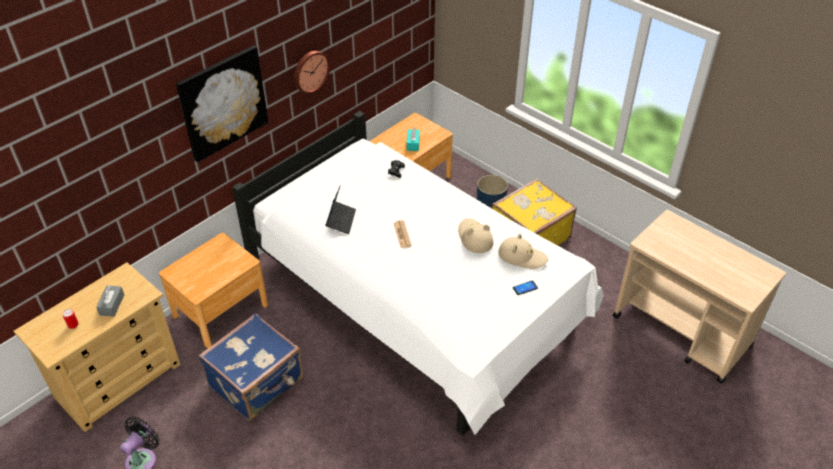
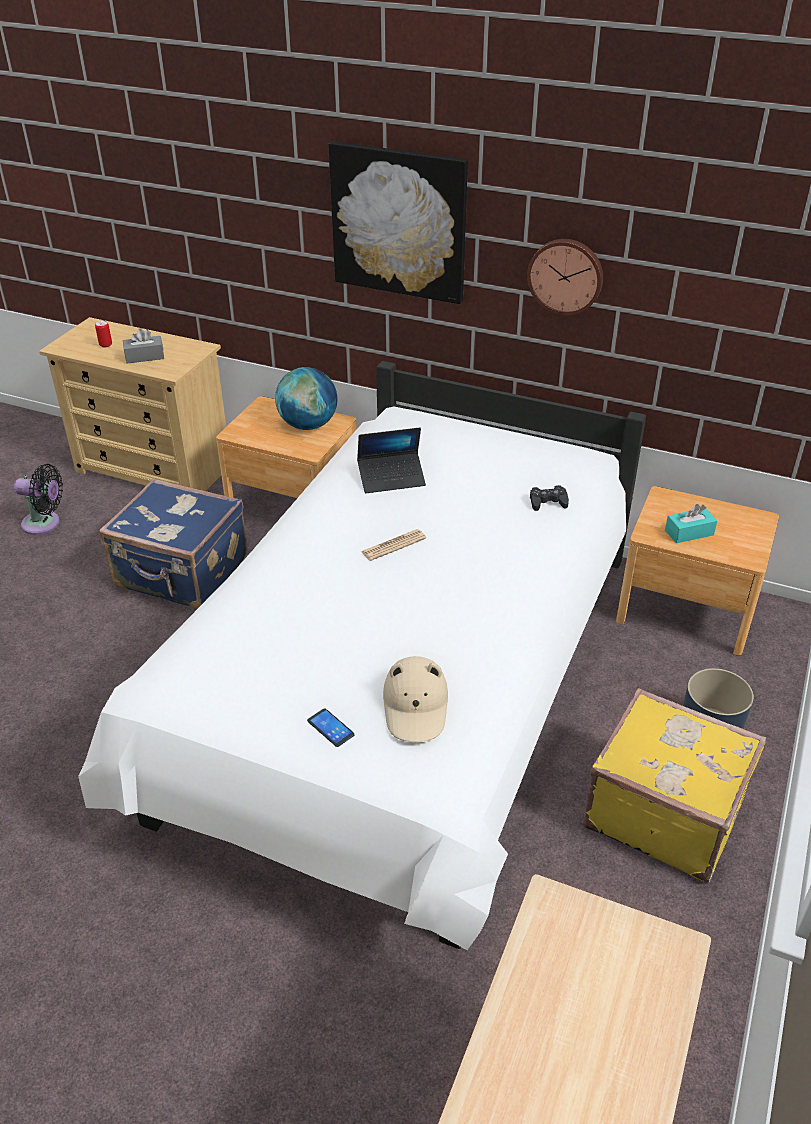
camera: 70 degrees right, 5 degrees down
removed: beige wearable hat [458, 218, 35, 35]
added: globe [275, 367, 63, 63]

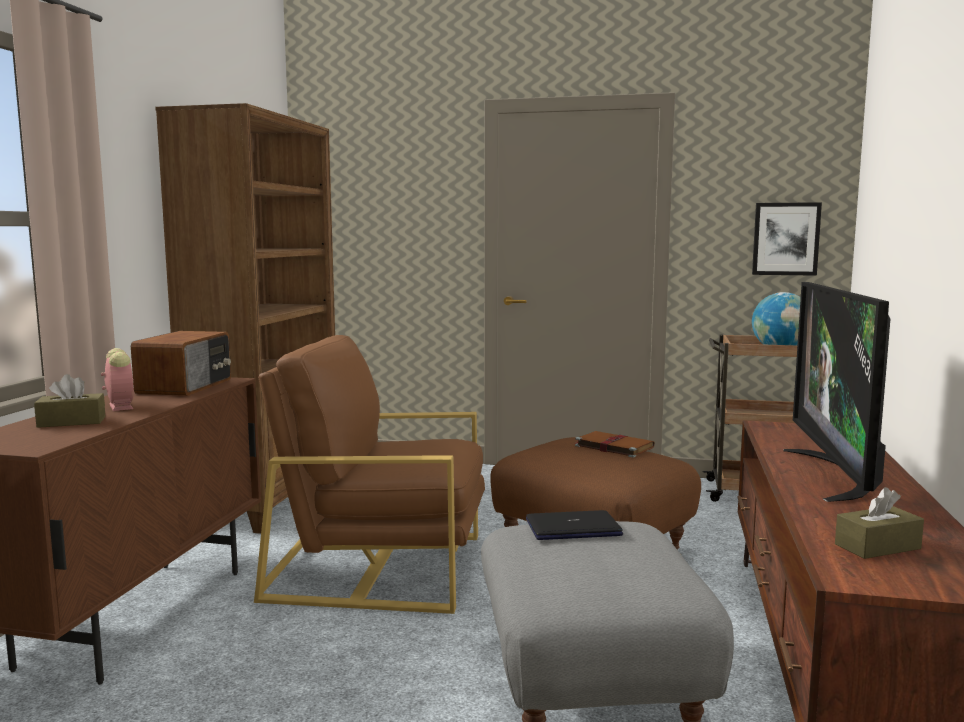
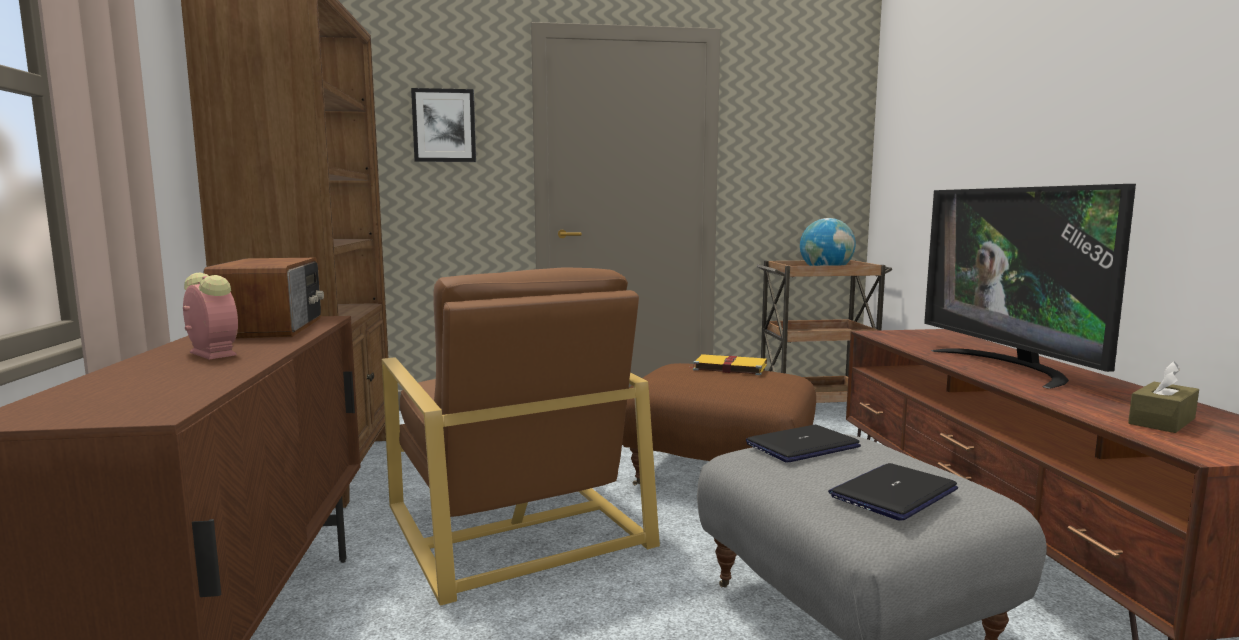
camera: 20 degrees left, 0 degrees up
removed: brown tissue box [34, 374, 72, 54]
added: laptop [828, 463, 130, 58]
moved: picture [752, 202, 70, 74] to [411, 88, 65, 74]
recoloured: brown volume [575, 431, 80, 27] to yellowish volume [691, 354, 76, 21]
turned: brown armchair [254, 335, 231, 279] = [382, 267, 278, 339] 105 degrees counterclockwise

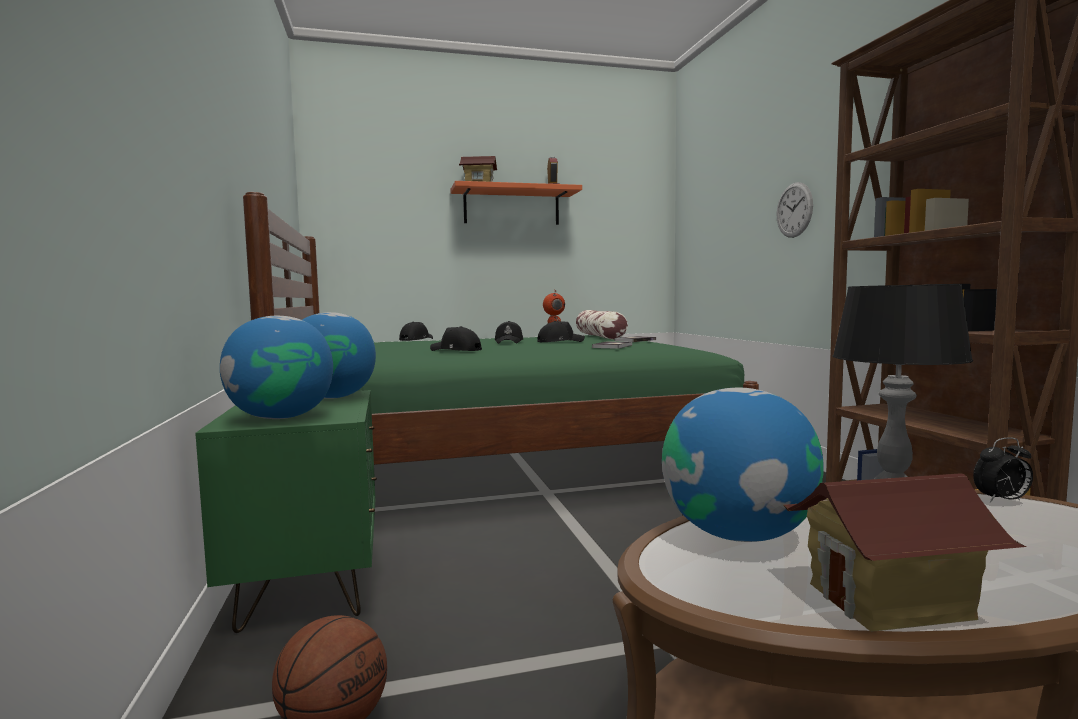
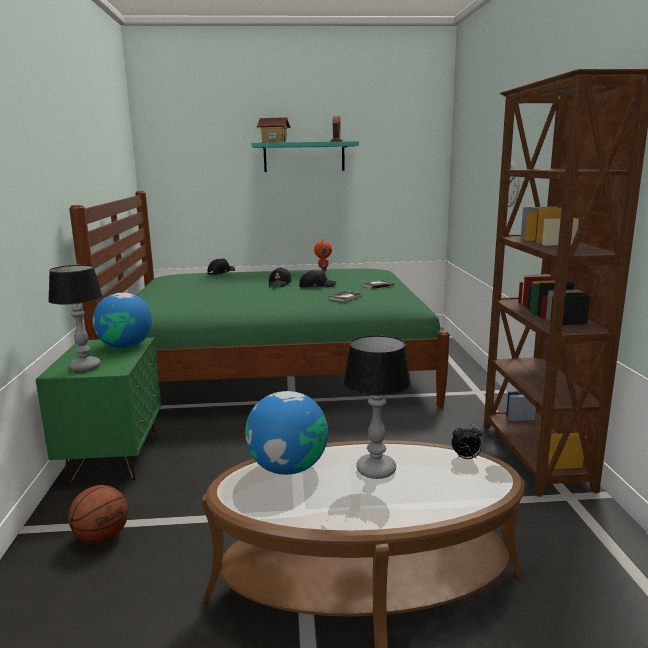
camera: 10 degrees right, 10 degrees up
removed: black-coloured cap [430, 326, 52, 25]; throw pillow [576, 310, 52, 30]; toy house [784, 474, 243, 158]
replaced: globe [220, 316, 113, 103] to tabletop lamp [48, 265, 55, 107]
recoloured: orange bracket shelf [451, 181, 131, 44] to turquoise bracket shelf [252, 141, 107, 31]

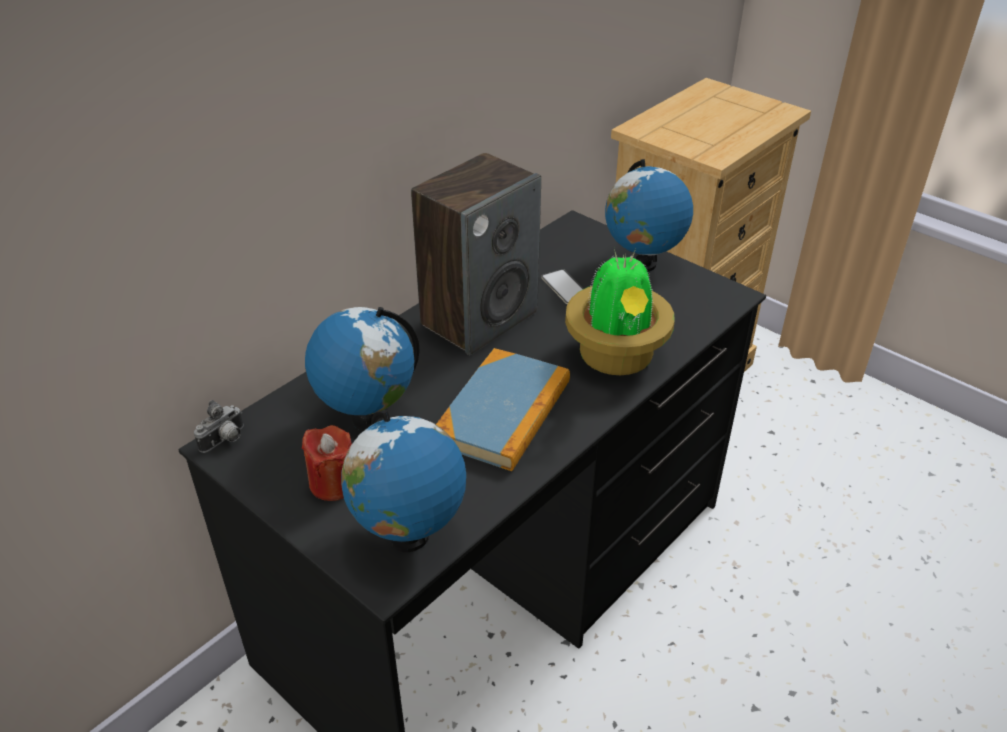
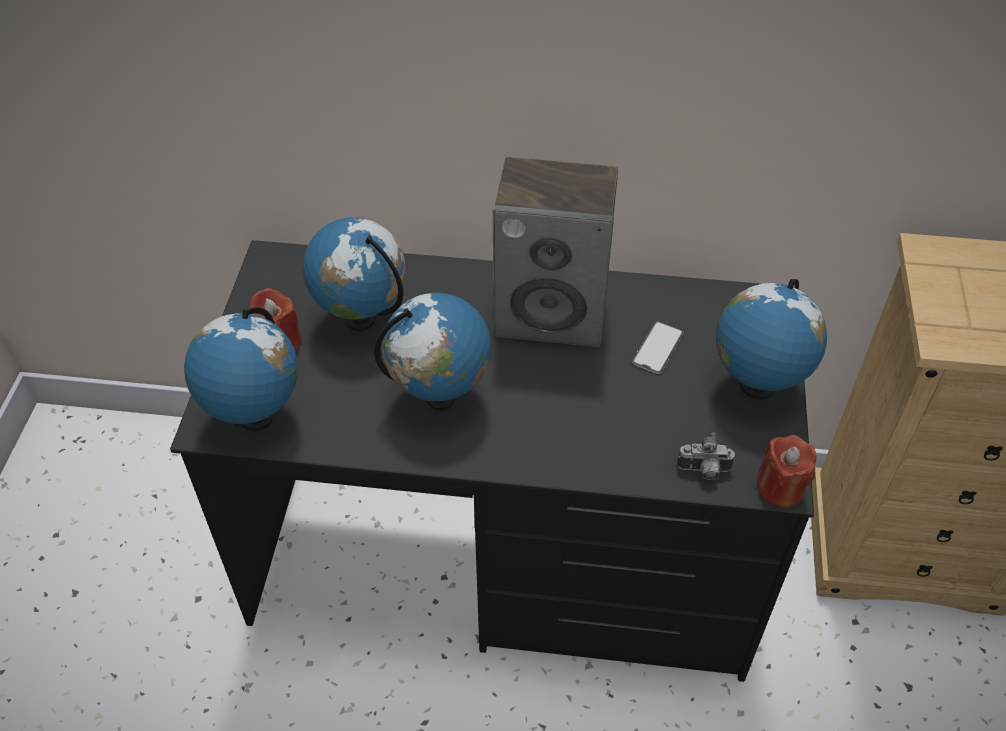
camera: 55 degrees right, 10 degrees up
removed: potted plant [565, 249, 110, 126]
added: red-coloured candle [756, 435, 60, 72]
moved: photo camera [194, 400, 50, 53] to [677, 433, 58, 47]
replaced: volume [436, 348, 134, 123] to globe [374, 293, 117, 118]

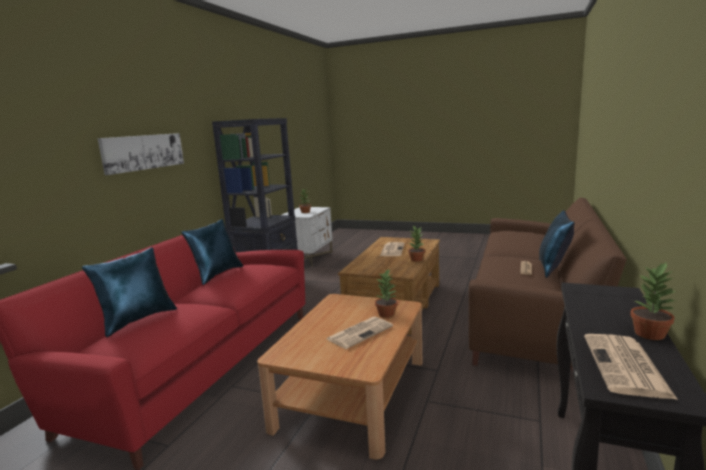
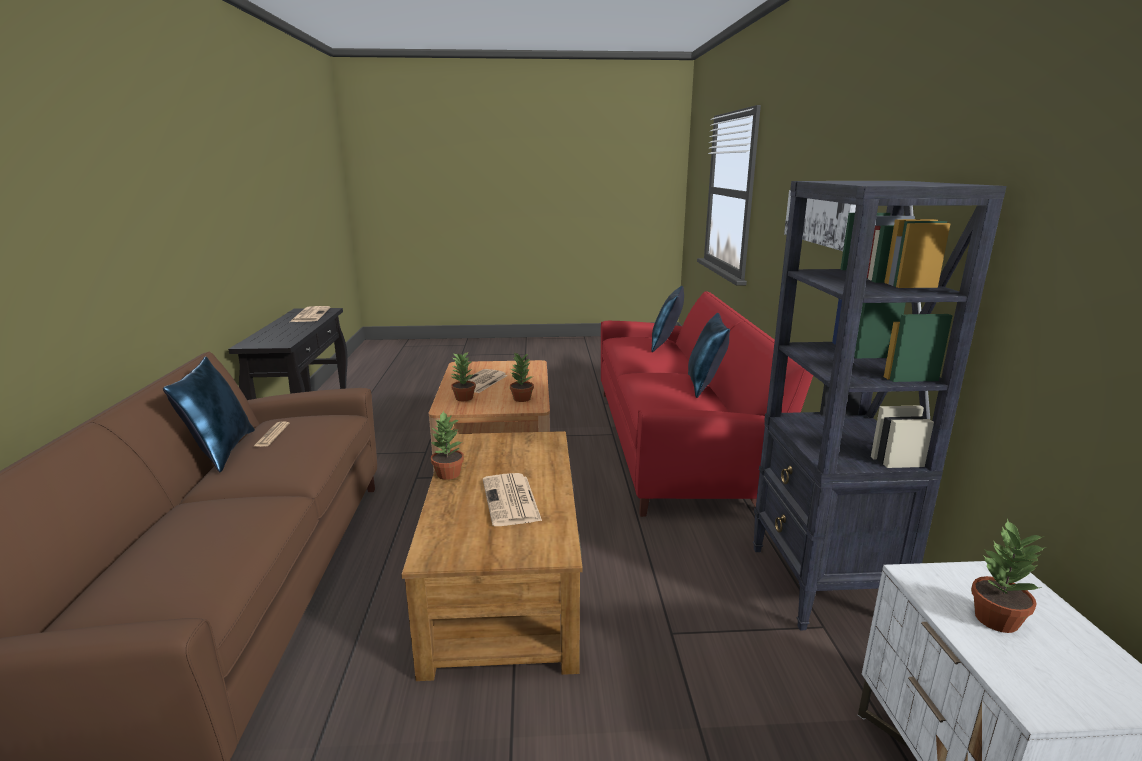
camera: 155 degrees right, 5 degrees up
moved: potted plant [630, 262, 47, 78] to [510, 352, 24, 50]

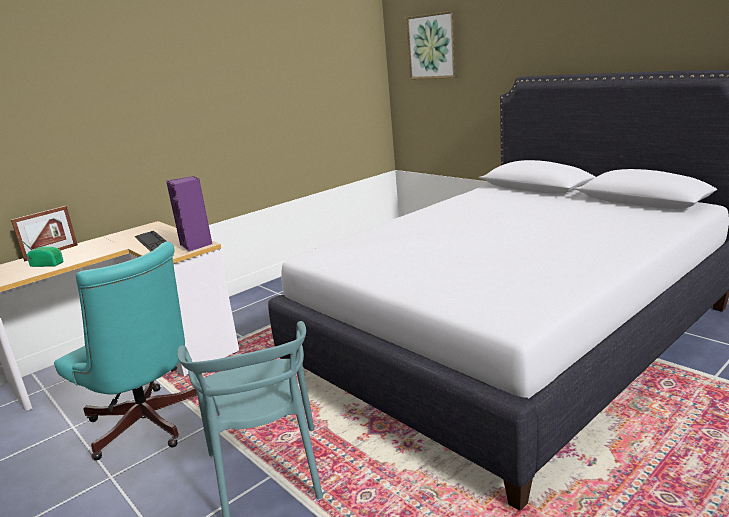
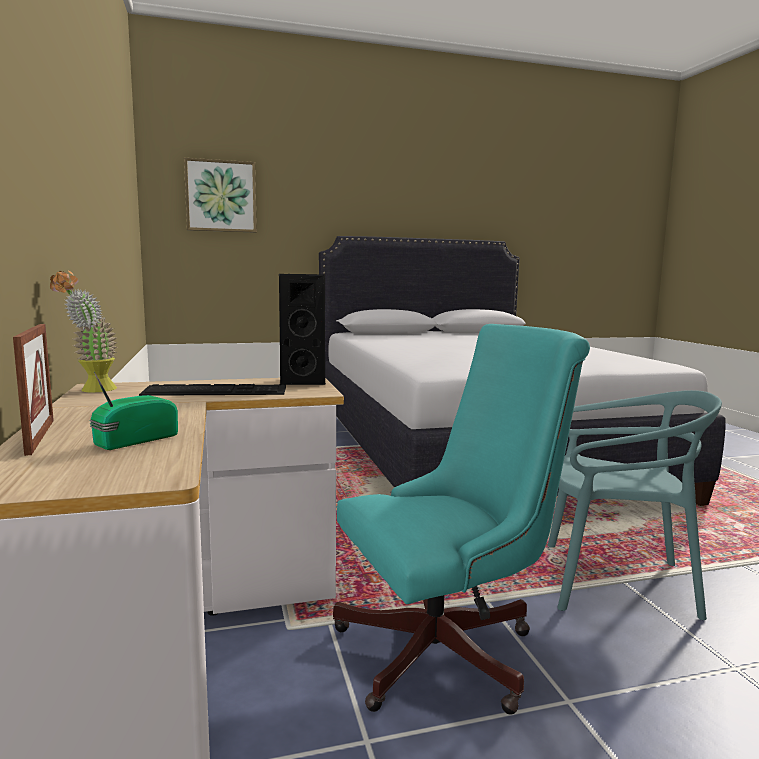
camera: 65 degrees left, 10 degrees down
added: potted plant [50, 271, 68, 122]
recoloured: purple loudspeaker [166, 176, 46, 76] to black-coloured loudspeaker [278, 274, 48, 111]

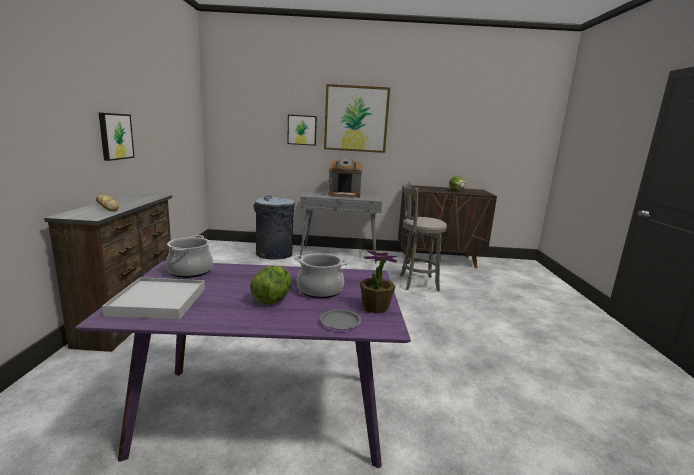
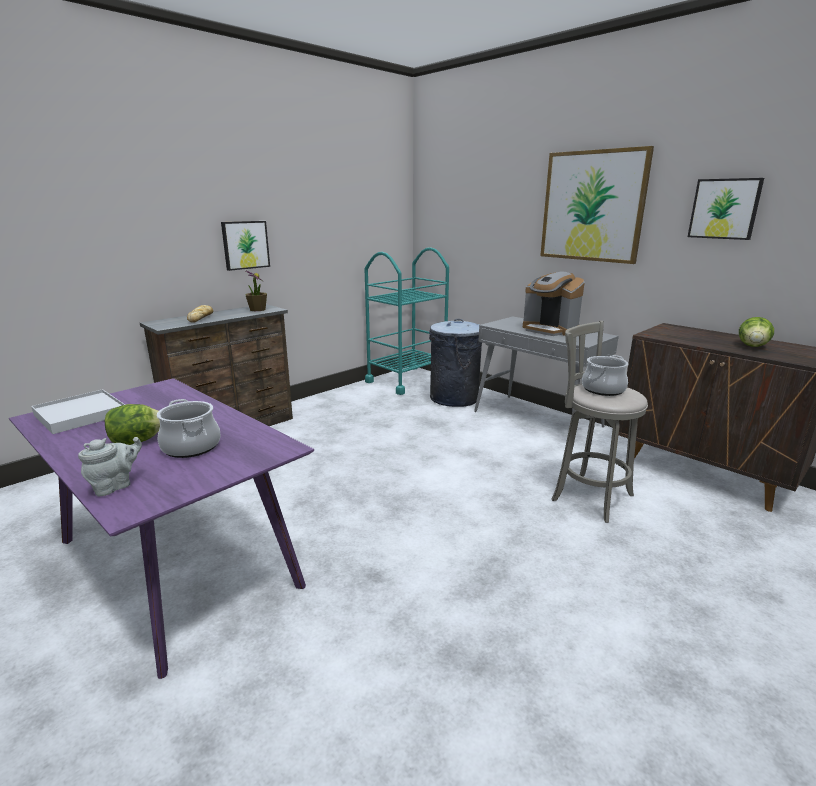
camera: 45 degrees right, 5 degrees up
added: turquoise cart [365, 247, 84, 148]
moved: cooking pot [166, 235, 47, 43] to [582, 355, 46, 41]; picture [287, 115, 30, 31] to [688, 178, 76, 62]; potted plant [360, 251, 37, 62] to [245, 271, 22, 40]
replaced: grey dinner plate [320, 309, 41, 21] to grey teapot [78, 437, 64, 59]

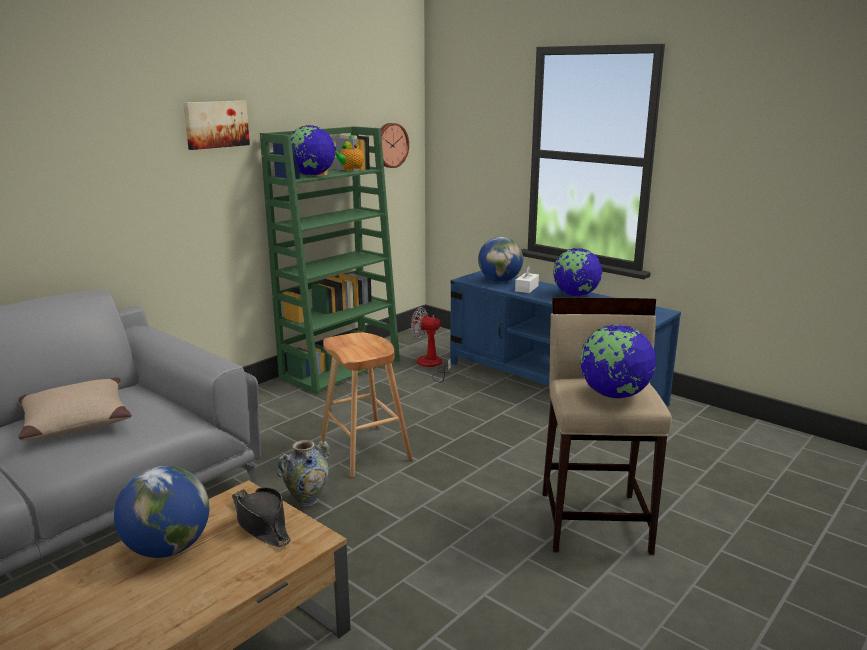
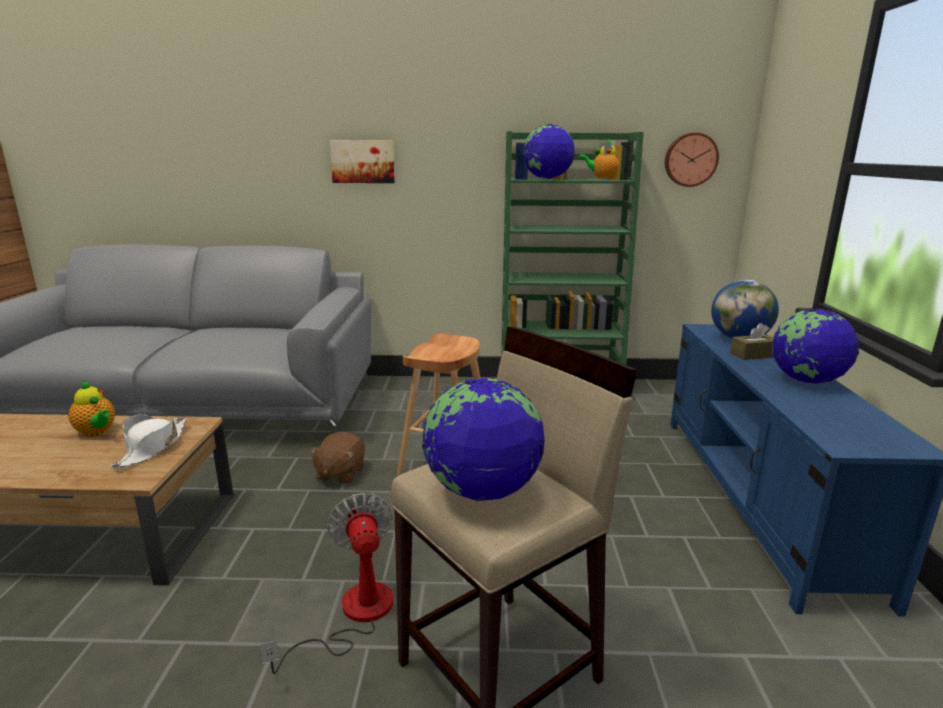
camera: 50 degrees right, 0 degrees up
removed: beige throw pillow [18, 378, 114, 63]
moved: picture [183, 101, 67, 49] to [330, 140, 65, 43]; electric fan [411, 307, 40, 75] to [259, 493, 135, 181]
replaced: globe [114, 466, 95, 92] to teapot [68, 380, 47, 57]; decorative vase [276, 440, 54, 67] to brown cuddly toy [309, 432, 56, 53]
recoloured: black-coloured wearable hat [232, 487, 59, 60] to white wearable hat [110, 414, 77, 54]; white tissue box [515, 265, 24, 28] to brown tissue box [730, 323, 44, 37]

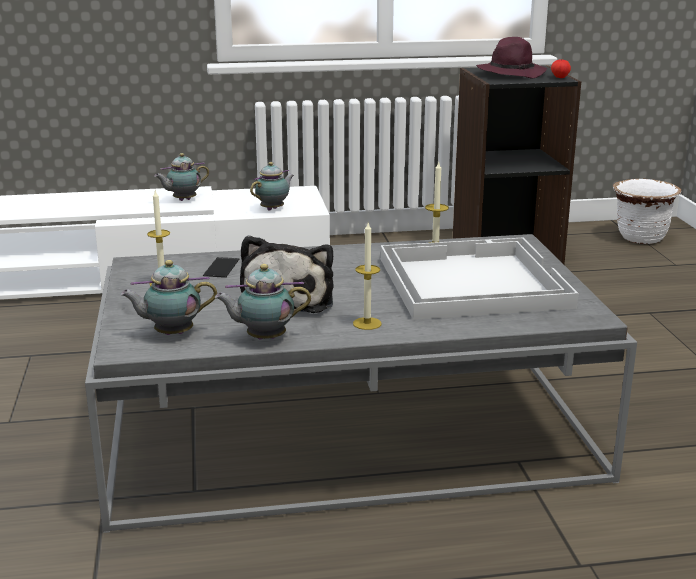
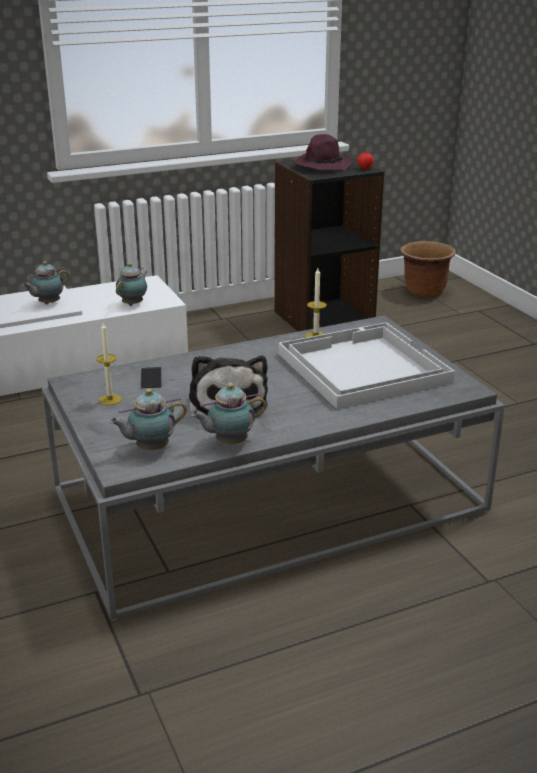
camera: 15 degrees left, 5 degrees up
removed: candle [353, 223, 29, 107]
recoloured: white flower pot [613, 179, 68, 65] to brown flower pot [400, 241, 56, 56]

